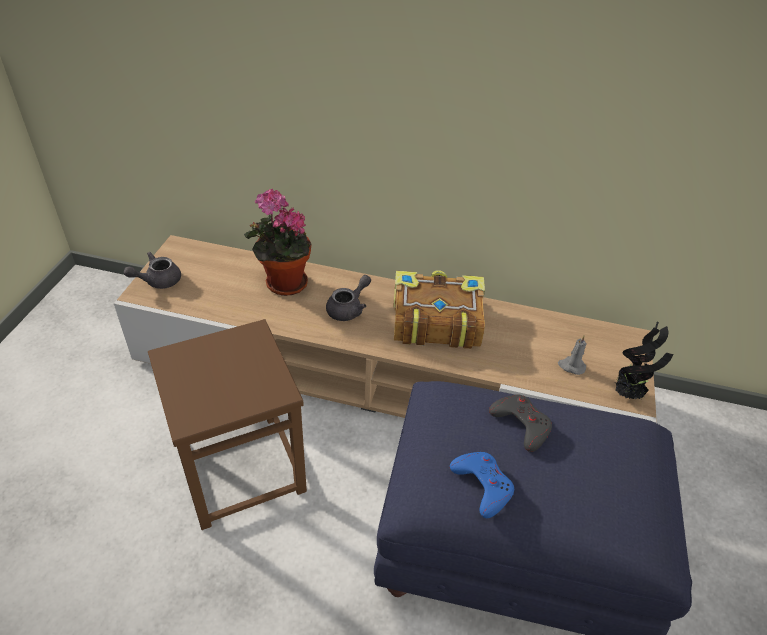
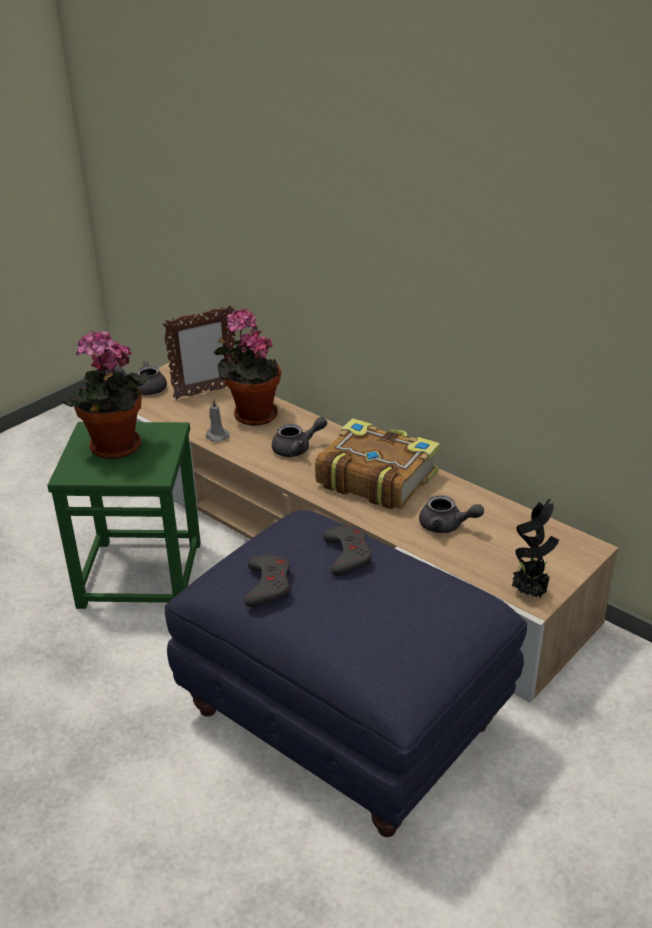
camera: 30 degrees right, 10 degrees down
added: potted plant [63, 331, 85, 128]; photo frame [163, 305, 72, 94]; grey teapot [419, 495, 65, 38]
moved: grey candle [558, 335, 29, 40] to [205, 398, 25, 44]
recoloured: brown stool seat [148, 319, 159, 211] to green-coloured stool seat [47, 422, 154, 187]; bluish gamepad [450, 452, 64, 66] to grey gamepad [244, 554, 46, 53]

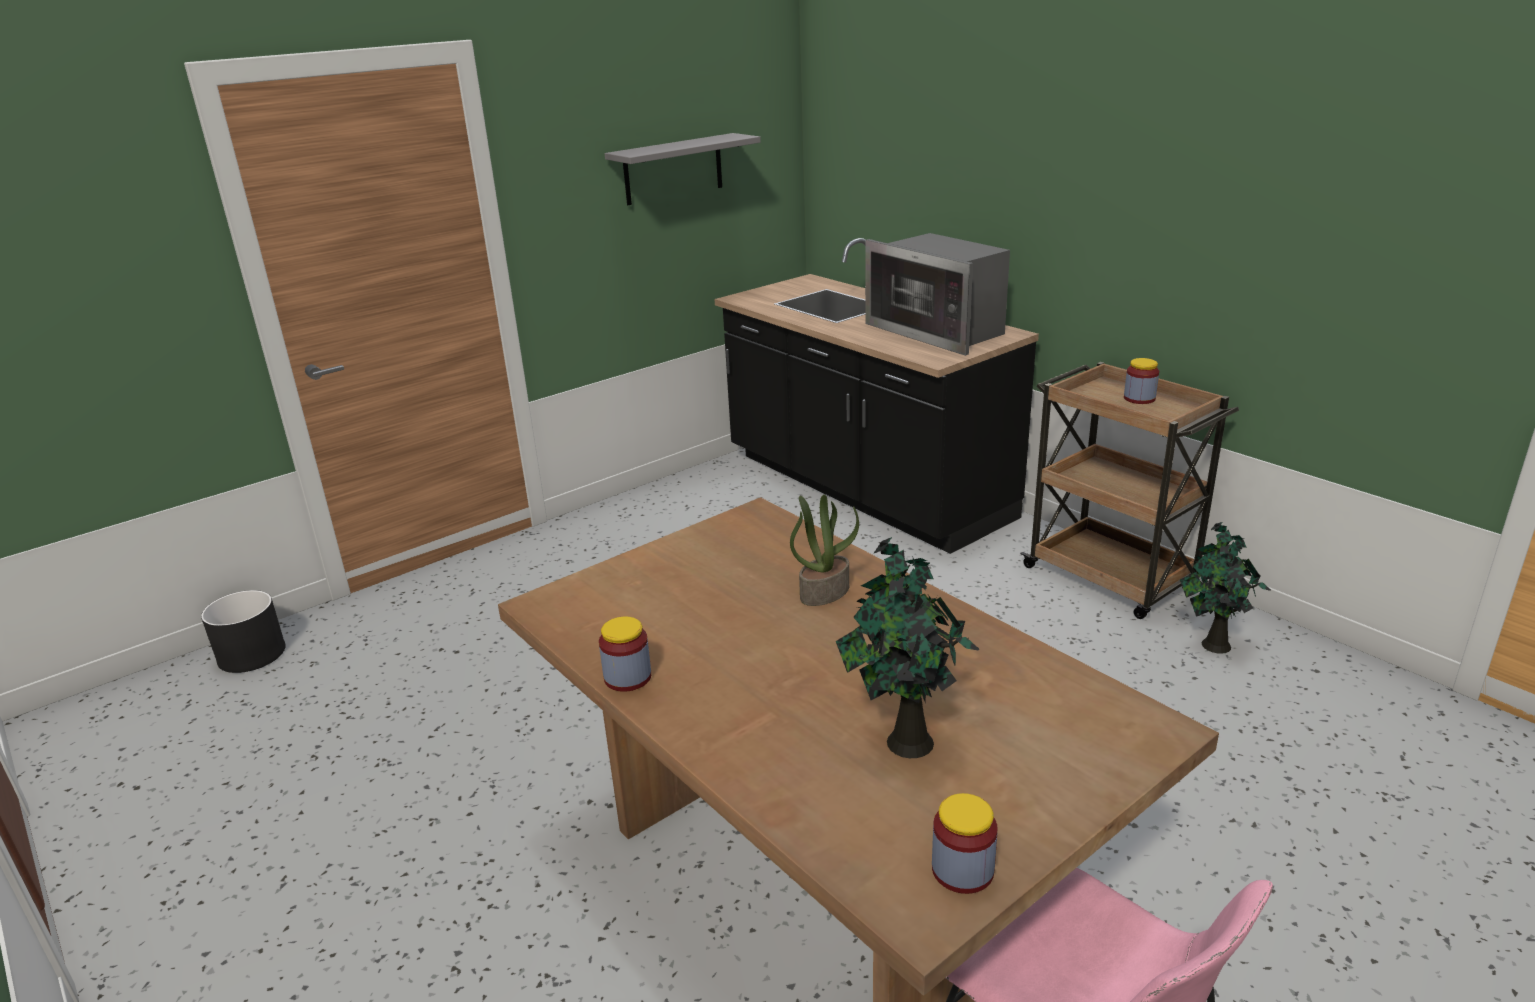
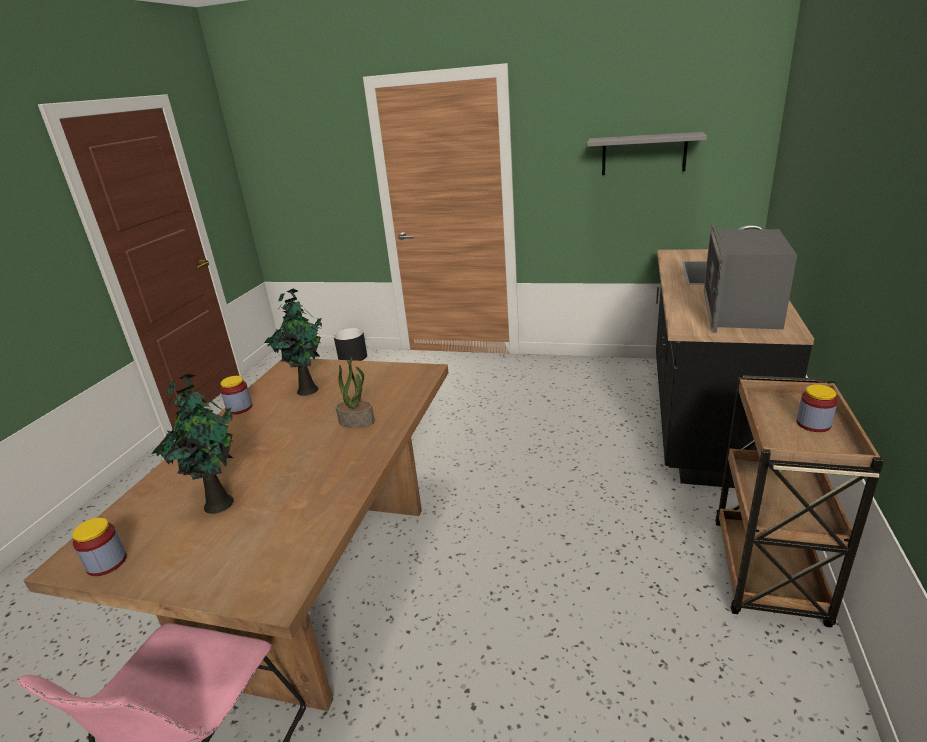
camera: 55 degrees right, 0 degrees up
moved: potted plant [1180, 522, 91, 132] to [264, 289, 58, 107]

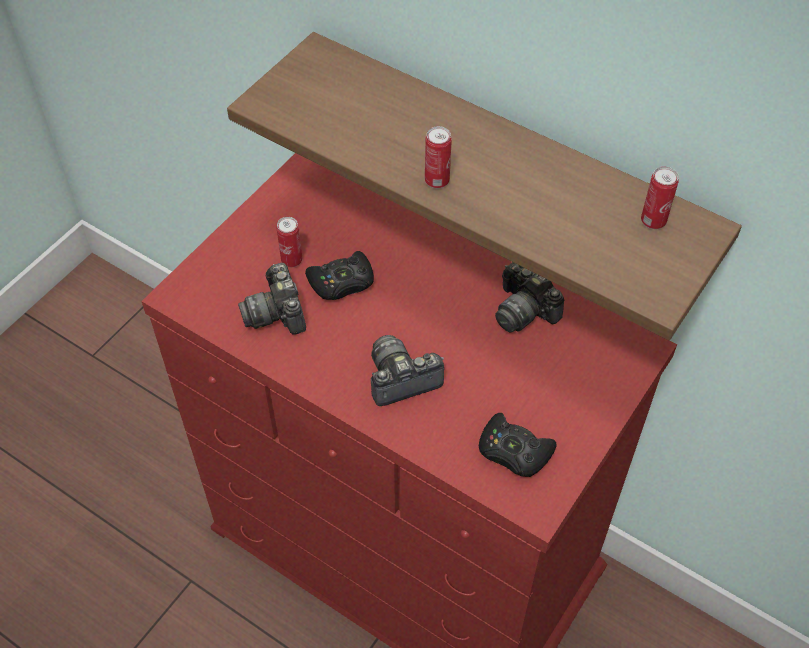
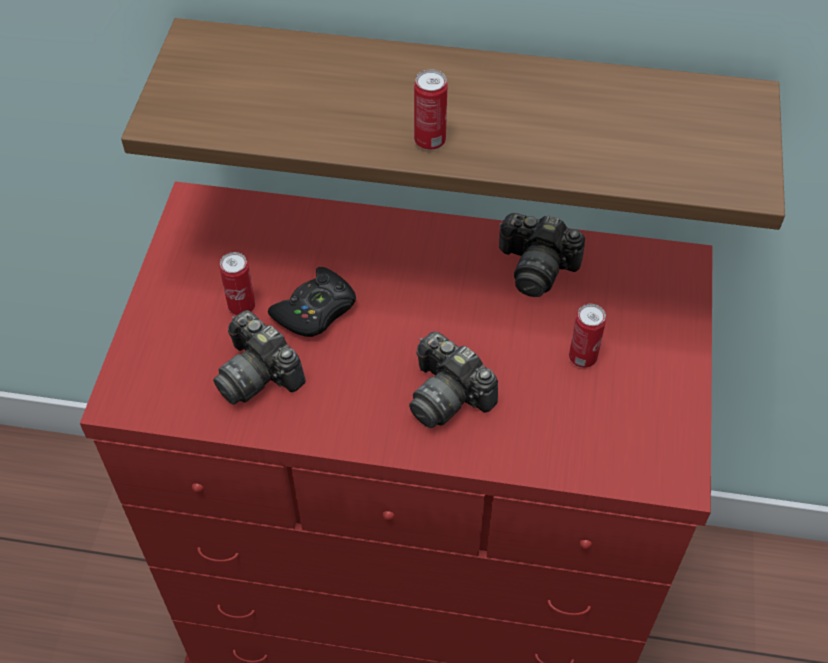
camera: 25 degrees left, 0 degrees up
removed: black-coloured gamepad [479, 413, 77, 64]
moved: sealed can [641, 167, 38, 62] to [569, 304, 37, 64]
turned: photo camera [371, 335, 73, 71] = [409, 332, 89, 96] 90 degrees counterclockwise

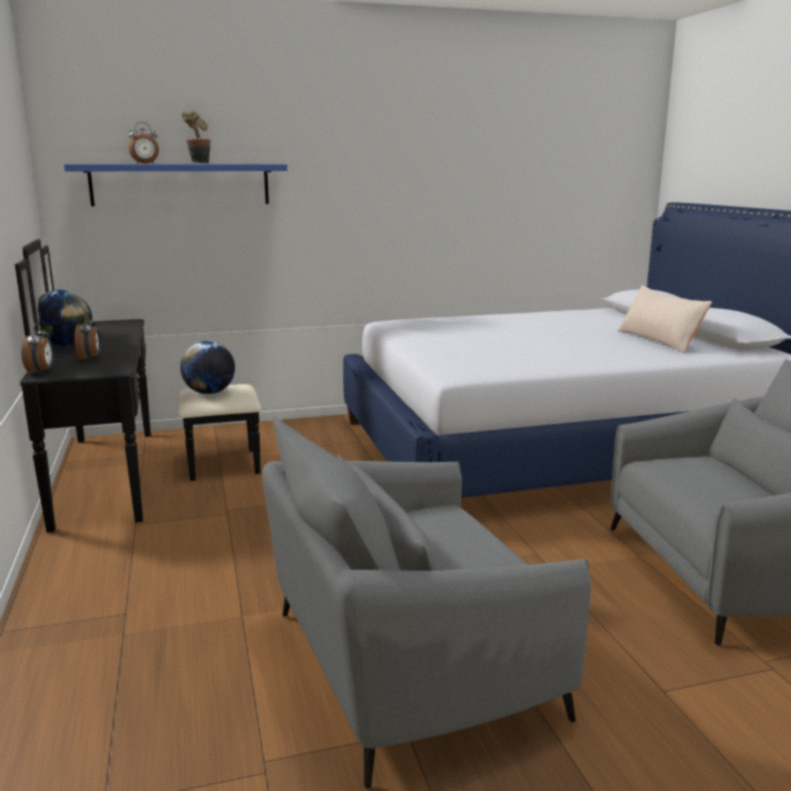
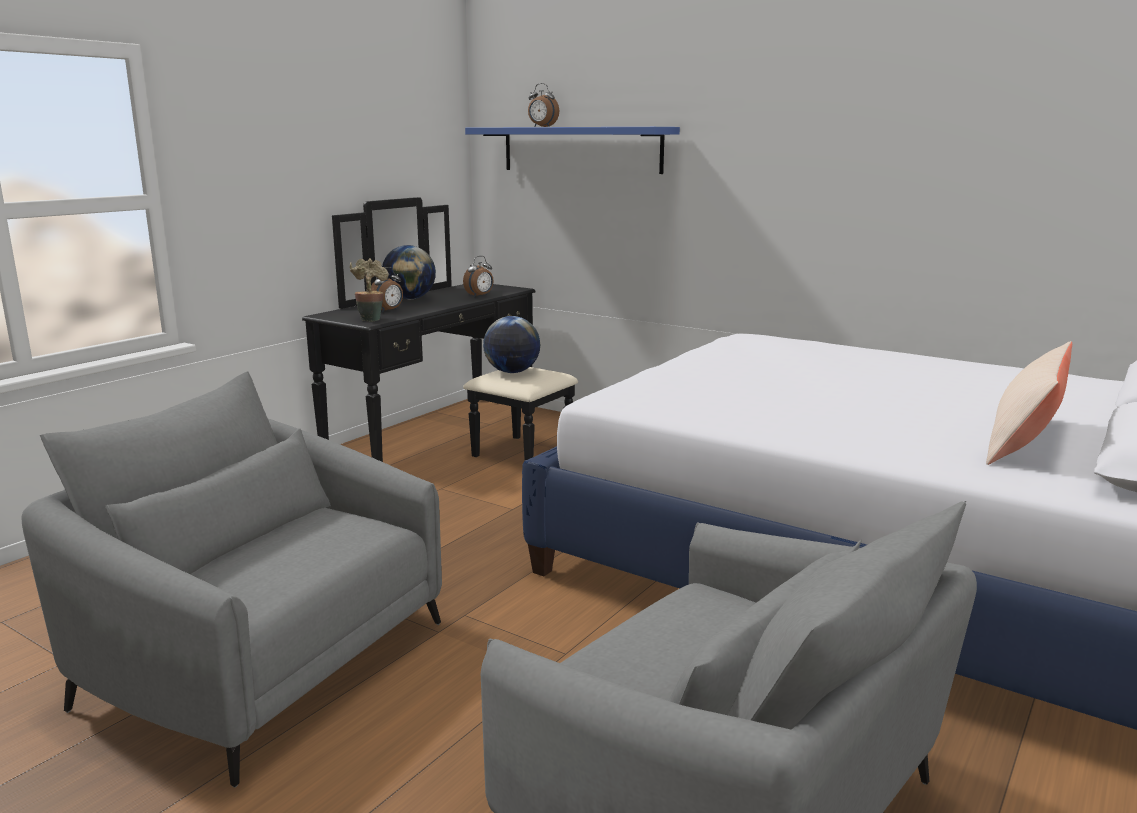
camera: 50 degrees right, 0 degrees up
moved: alarm clock [21, 323, 33, 51] to [463, 256, 31, 41]; potted plant [182, 111, 29, 53] to [350, 258, 39, 64]

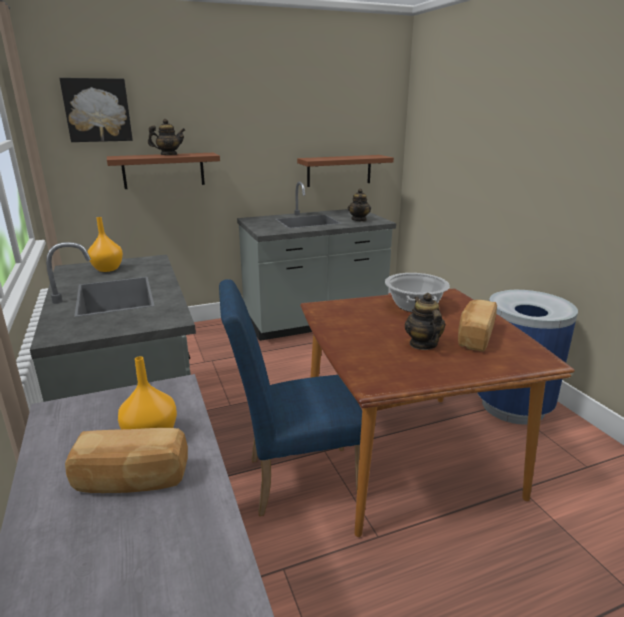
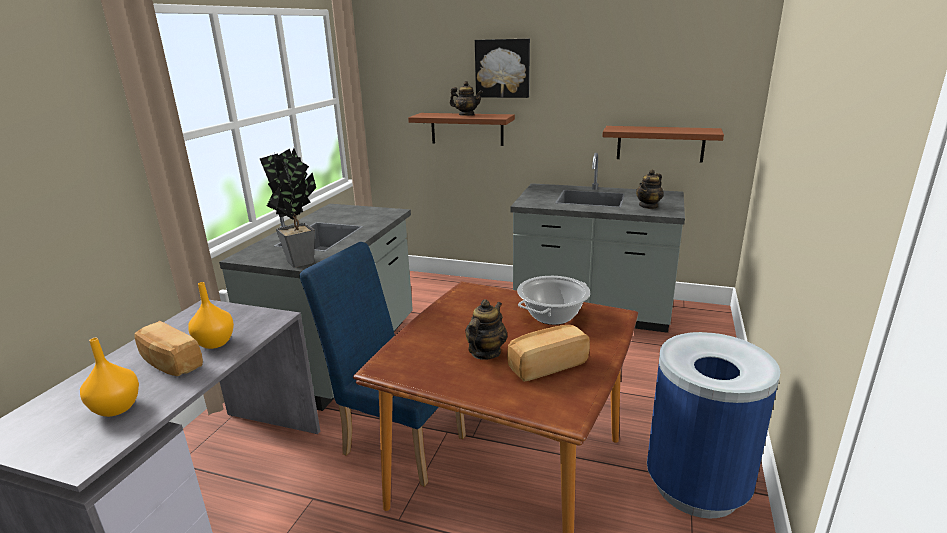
camera: 40 degrees right, 0 degrees up
added: potted plant [260, 148, 56, 120]
moved: picture [59, 78, 74, 64] to [475, 39, 55, 59]; orange decorative vase [88, 217, 35, 55] to [80, 338, 59, 79]

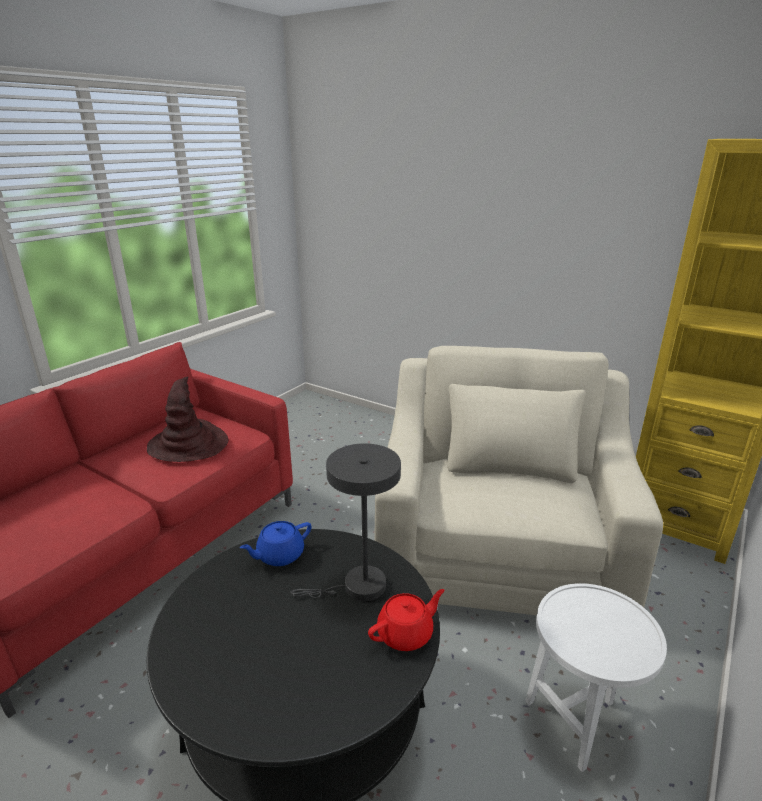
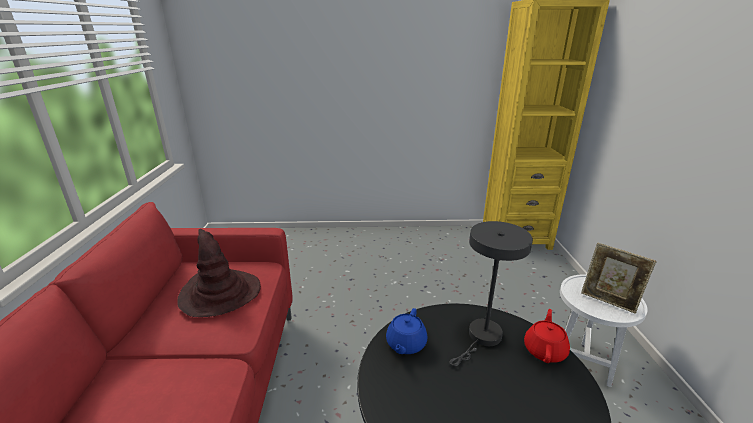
camera: 35 degrees left, 0 degrees up
removed: beige armchair [374, 346, 289, 269]
added: photo frame [581, 243, 76, 71]

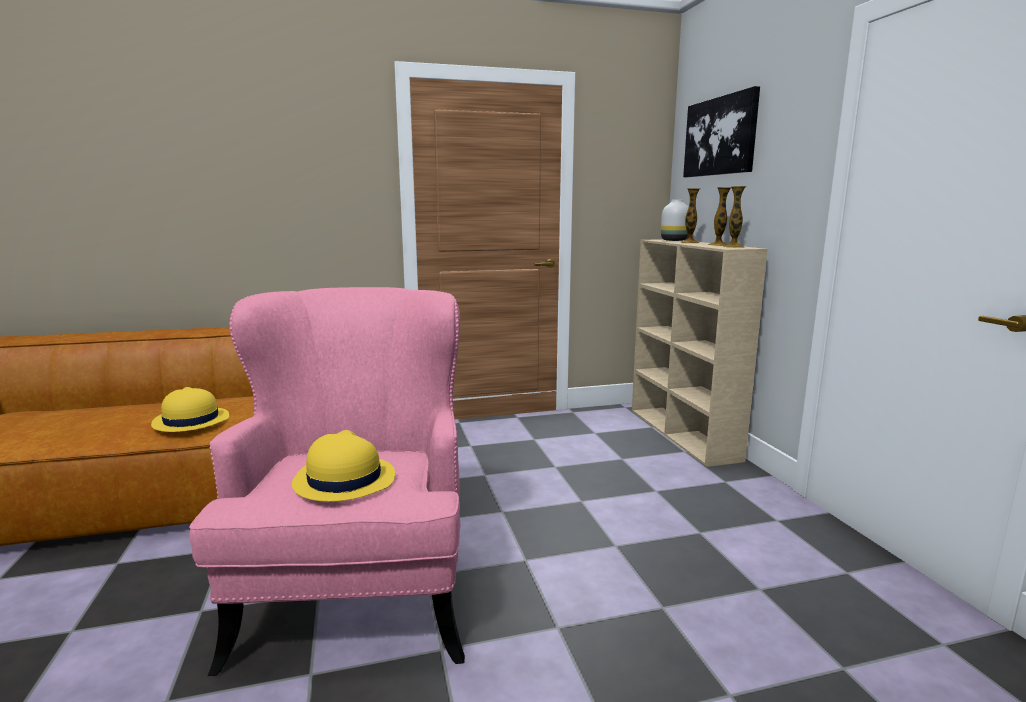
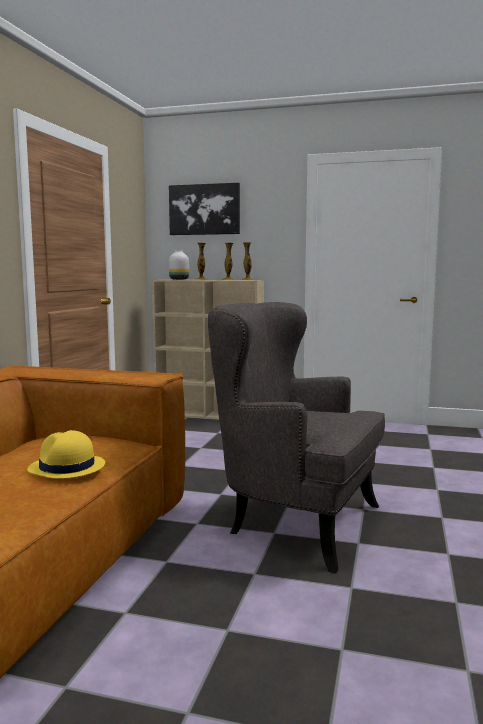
camera: 60 degrees left, 5 degrees down
removed: yellowish wearable hat [292, 430, 103, 72]
recoloured: pink-coloured armchair [189, 287, 276, 389] to grey armchair [208, 302, 177, 271]

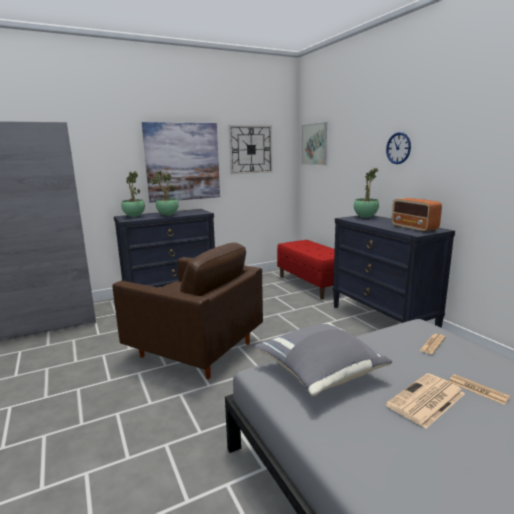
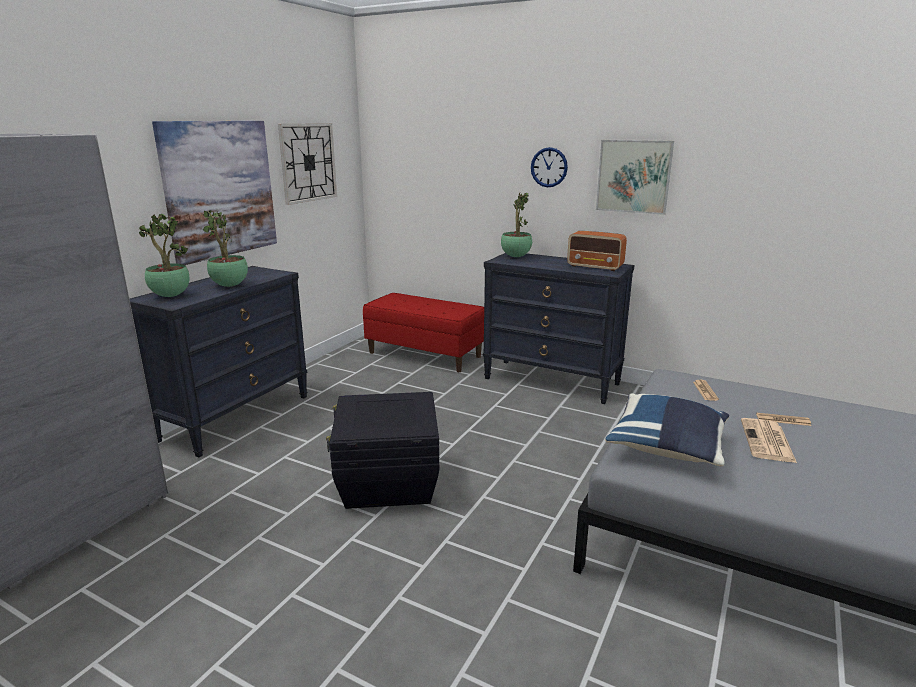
camera: 35 degrees left, 5 degrees up
moved: picture [302, 122, 25, 43] to [596, 140, 78, 75]
replaced: brown armchair [112, 243, 151, 136] to black-coloured storage container [326, 392, 114, 117]
recoloured: grey throw pillow [255, 323, 137, 73] to bluish throw pillow [605, 393, 124, 73]

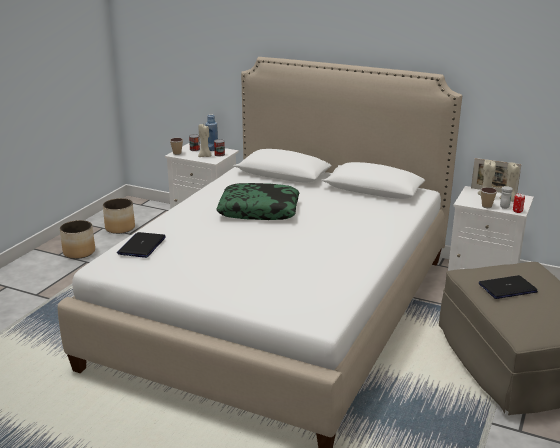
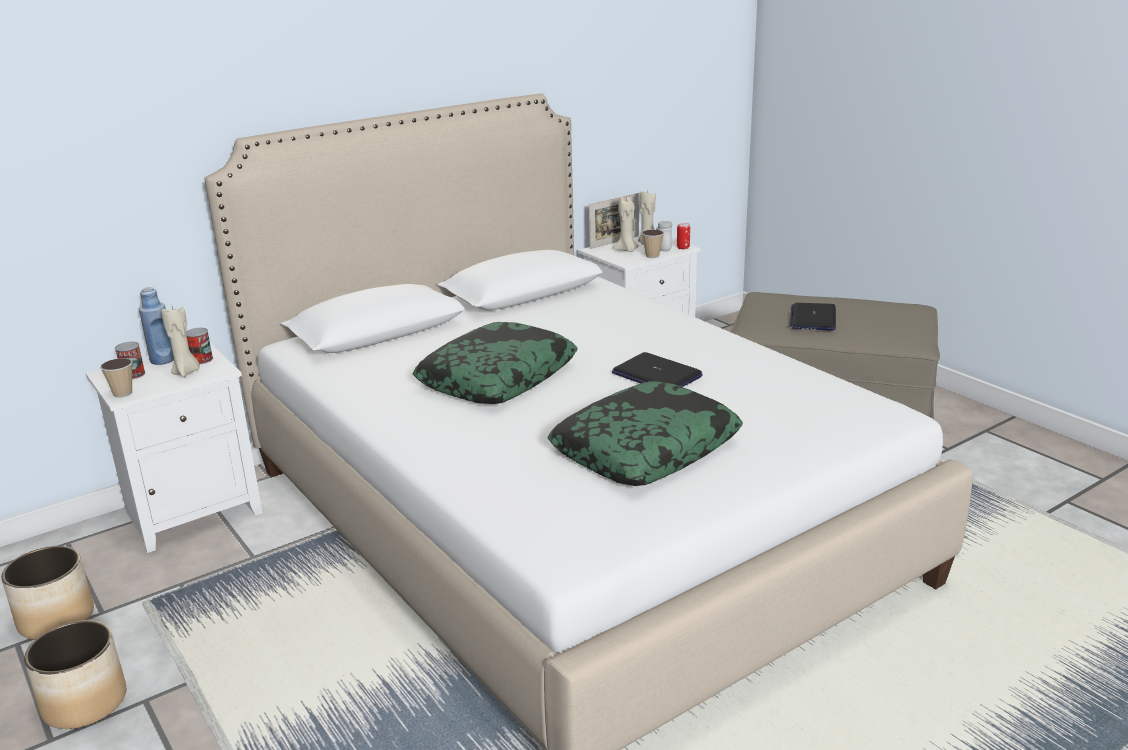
camera: 60 degrees left, 0 degrees up
added: throw pillow [547, 381, 196, 105]
moved: laptop [117, 232, 49, 26] to [612, 352, 91, 35]

